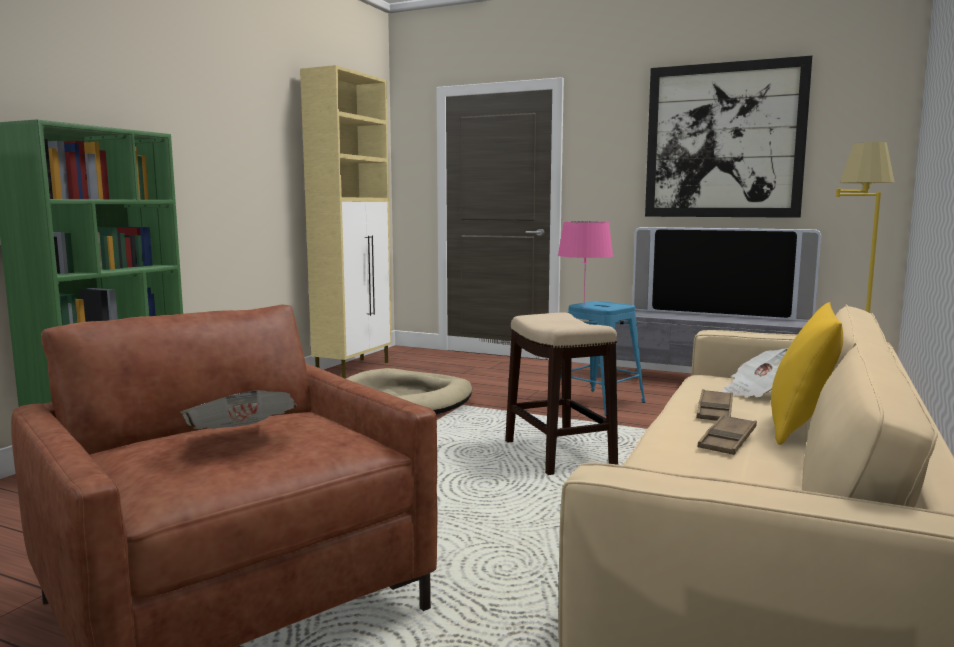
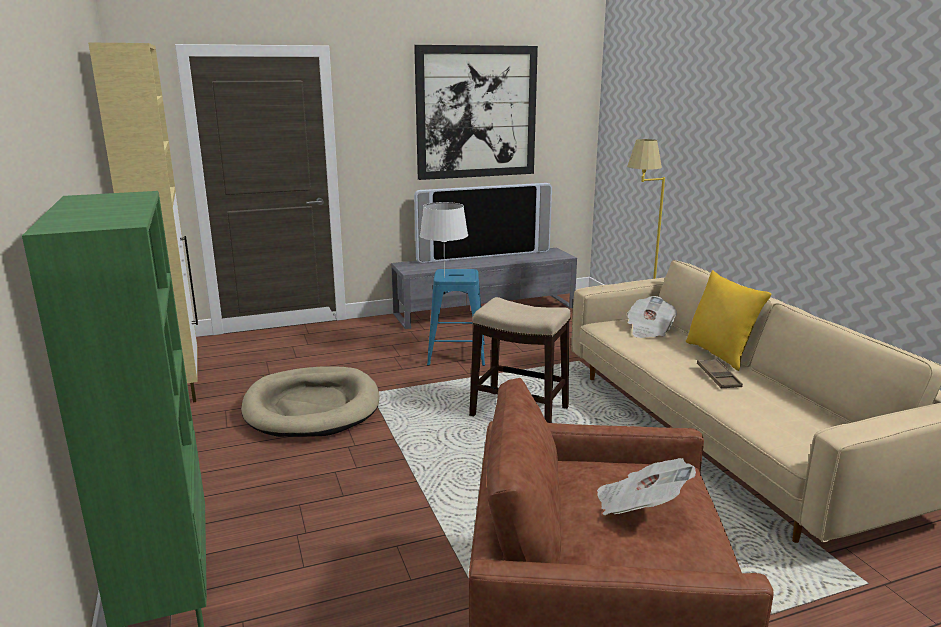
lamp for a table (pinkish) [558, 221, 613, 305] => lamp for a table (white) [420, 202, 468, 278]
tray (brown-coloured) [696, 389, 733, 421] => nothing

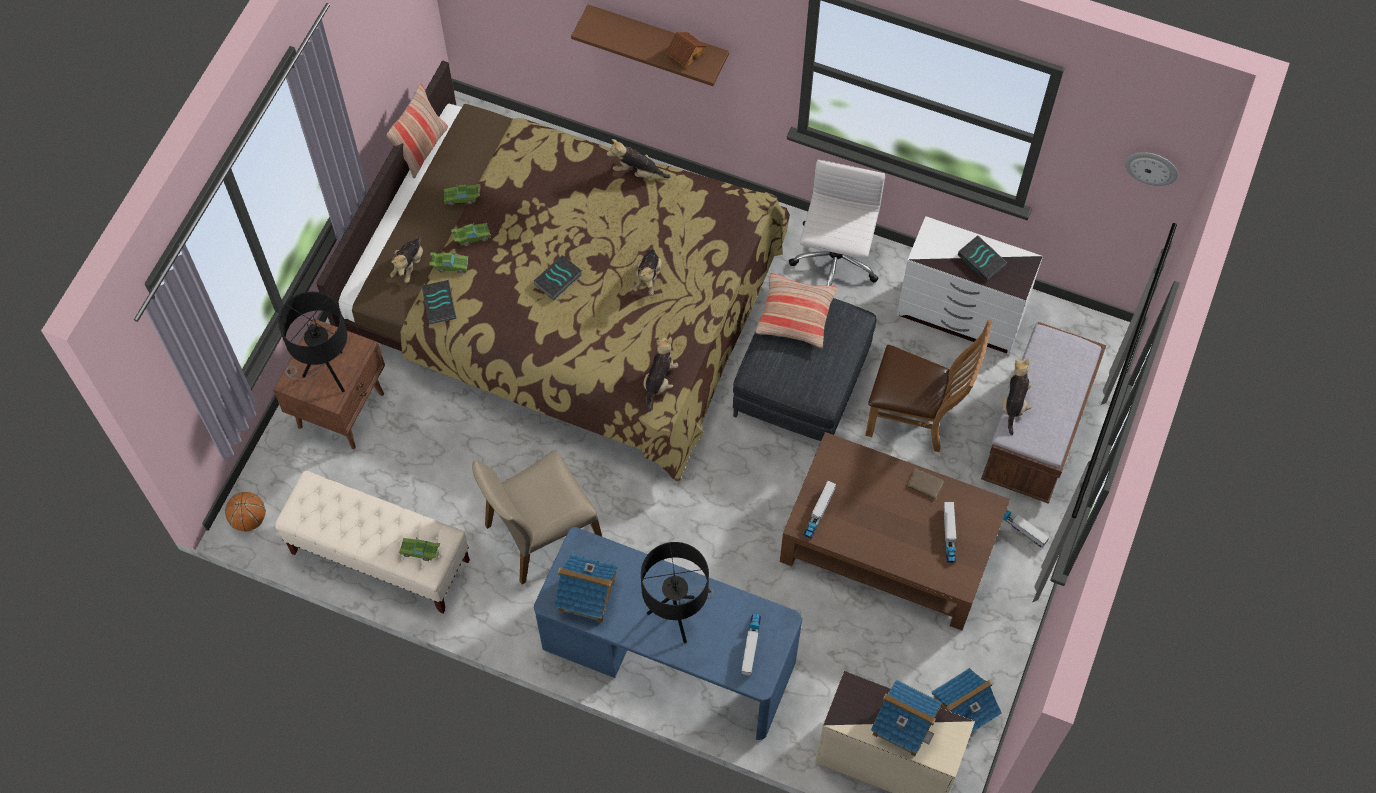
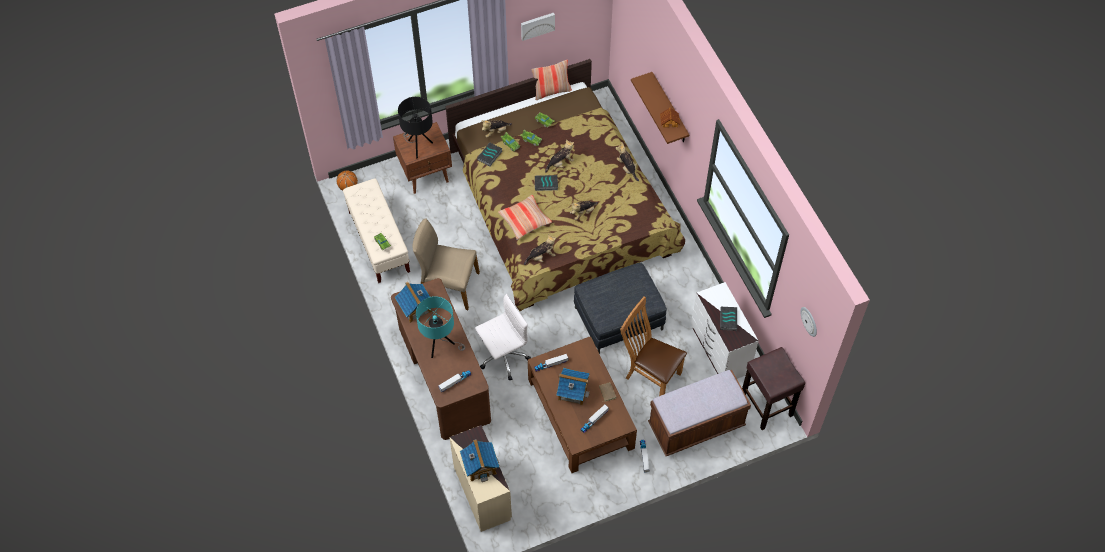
desk table (blue) [534, 527, 802, 740] => desk table (brown-coloured) [391, 278, 491, 440]
lamp for a table (blackish) [641, 542, 714, 643] => lamp for a table (blue-green) [416, 296, 465, 358]
cushion [755, 273, 837, 348] => cushion [498, 195, 552, 240], shifted
office chair (white) [789, 160, 885, 286] => office chair (white) [475, 294, 531, 381], shifted
upright chair (brown-coloured) [865, 319, 992, 452] => upright chair (brown-coloured) [620, 296, 687, 396], 150 degrees clockwise
model house [931, 668, 1002, 733] => model house [557, 368, 590, 405], shifted
soft toy [1002, 358, 1032, 435] => soft toy [545, 139, 574, 173], shifted
nothing => picture [521, 13, 555, 41]
nothing => sitting stool (brown-coloured) [742, 347, 805, 430]

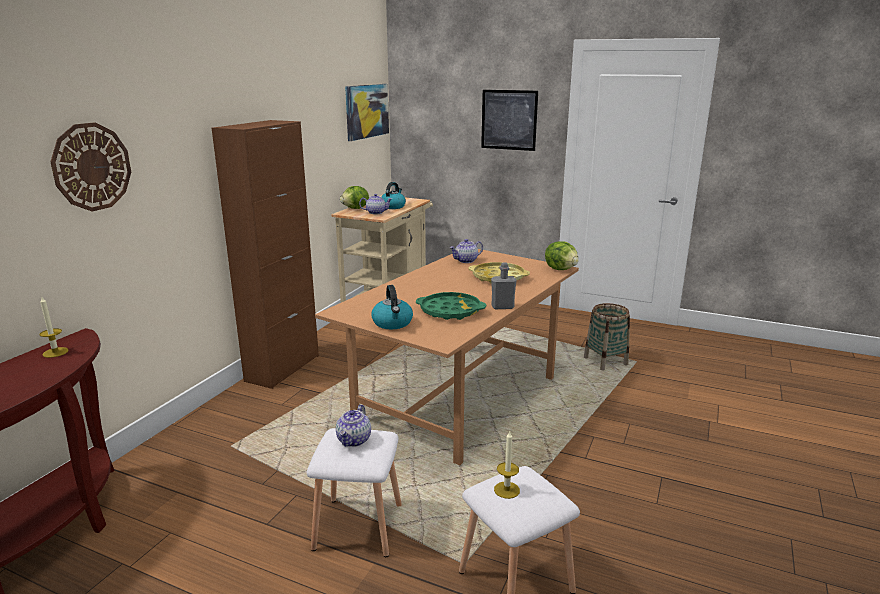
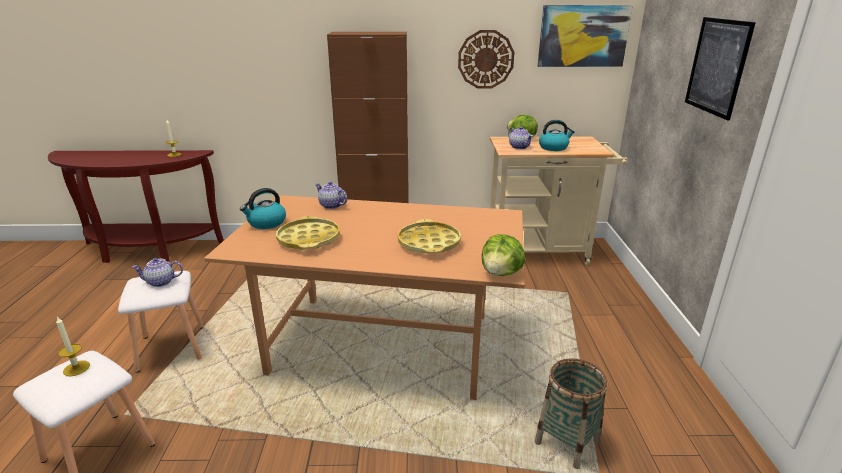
wall clock [50, 122, 131, 212] => wall clock [458, 30, 515, 88], shifted
tray (greenish) [416, 292, 486, 320] => tray (yellow) [276, 216, 340, 250]
tea pot [449, 239, 483, 263] => tea pot [315, 182, 347, 209], shifted
bottle (grey) [491, 262, 517, 309] => nothing

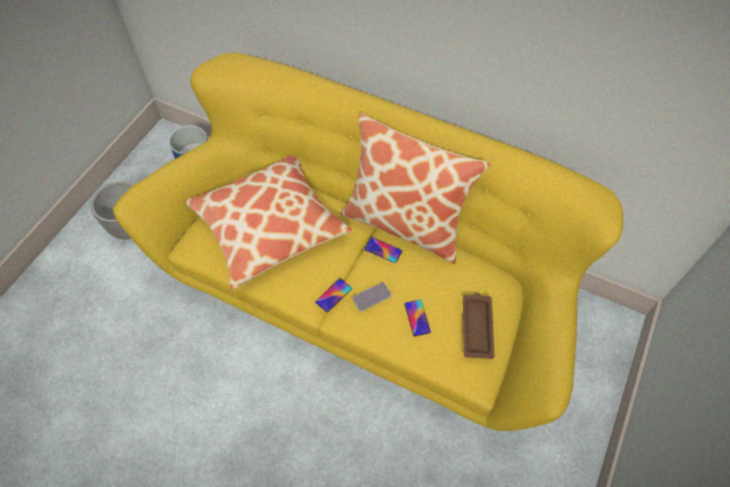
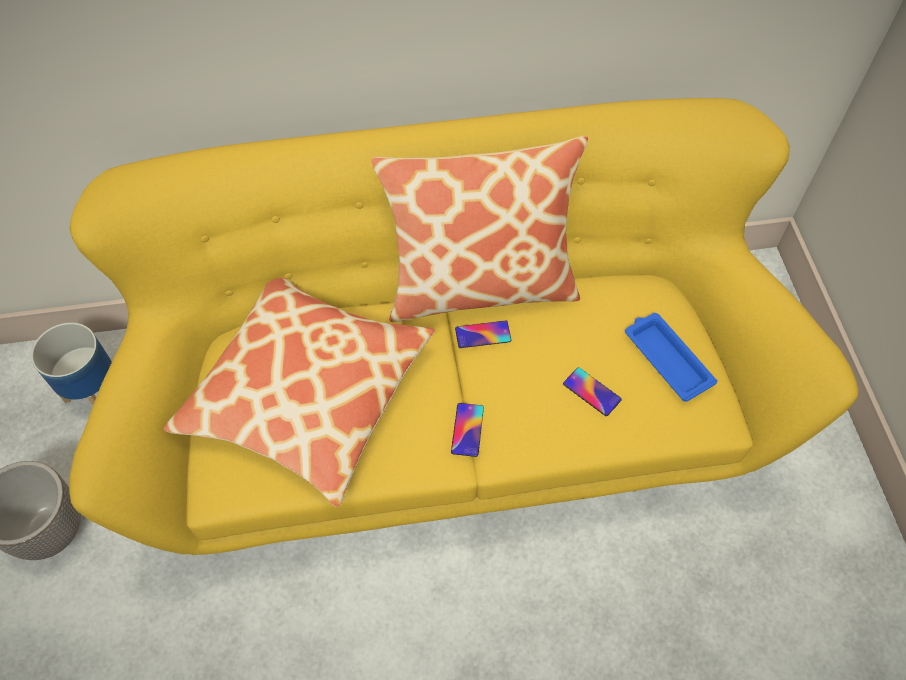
telephone [352, 282, 391, 311] => nothing
tray (brown-coloured) [463, 293, 494, 359] => tray (blue) [625, 313, 717, 402]

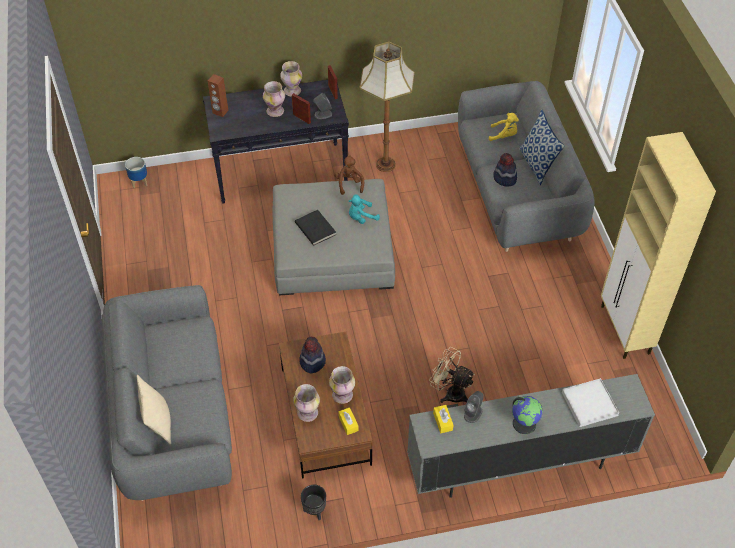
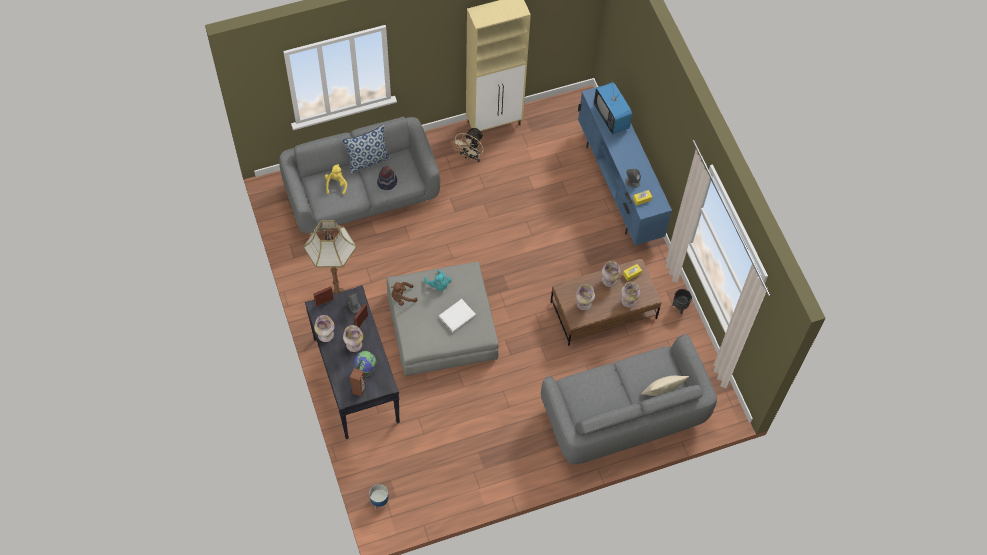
volume (blackish) [295, 210, 336, 246] => volume (white) [439, 299, 476, 332]
hat [299, 337, 326, 373] => decorative vase [576, 284, 595, 310]
tv unit (grey) [407, 374, 655, 498] => tv unit (blue) [578, 86, 672, 245]
fan (beige-coloured) [429, 347, 475, 403] => fan (beige-coloured) [452, 128, 484, 162], shifted
desk globe [512, 396, 543, 434] => desk globe [354, 351, 376, 377], shifted
tray (white) [562, 378, 619, 427] => TV set [594, 82, 632, 134]

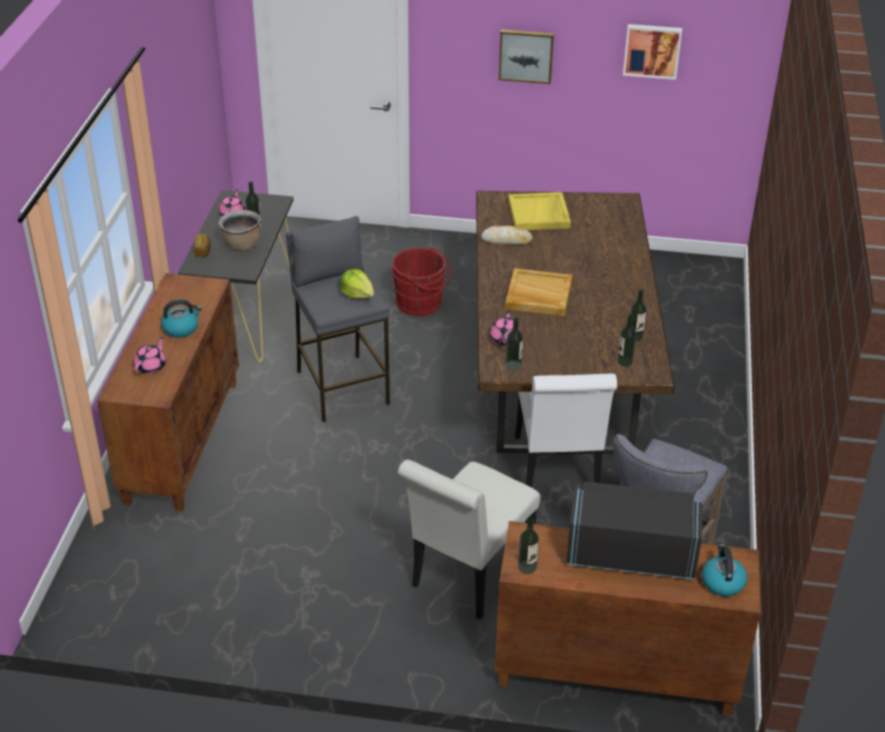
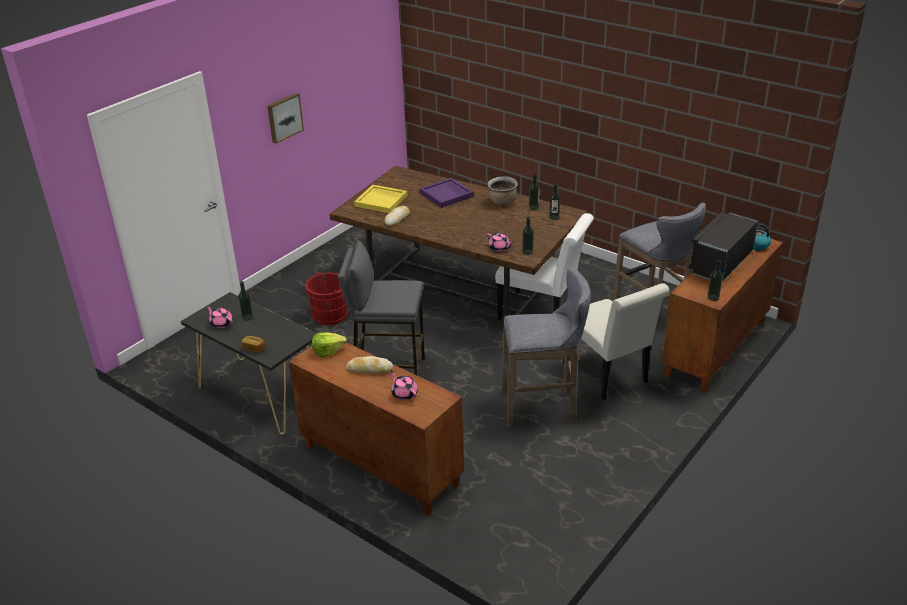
kettle [161, 300, 202, 338] => baked bread [347, 356, 393, 374]
cooking pot (brown-coloured) [219, 210, 261, 251] => cooking pot (brown-coloured) [488, 176, 518, 206], shifted
lettuce head [340, 269, 374, 298] => lettuce head [312, 332, 347, 357], shifted
tray (beige-coloured) [505, 268, 572, 316] => nothing
picture [623, 24, 682, 80] => nothing
nothing => tray (purple-coloured) [419, 178, 474, 208]
nothing => sitting stool (grey) [502, 268, 591, 427]

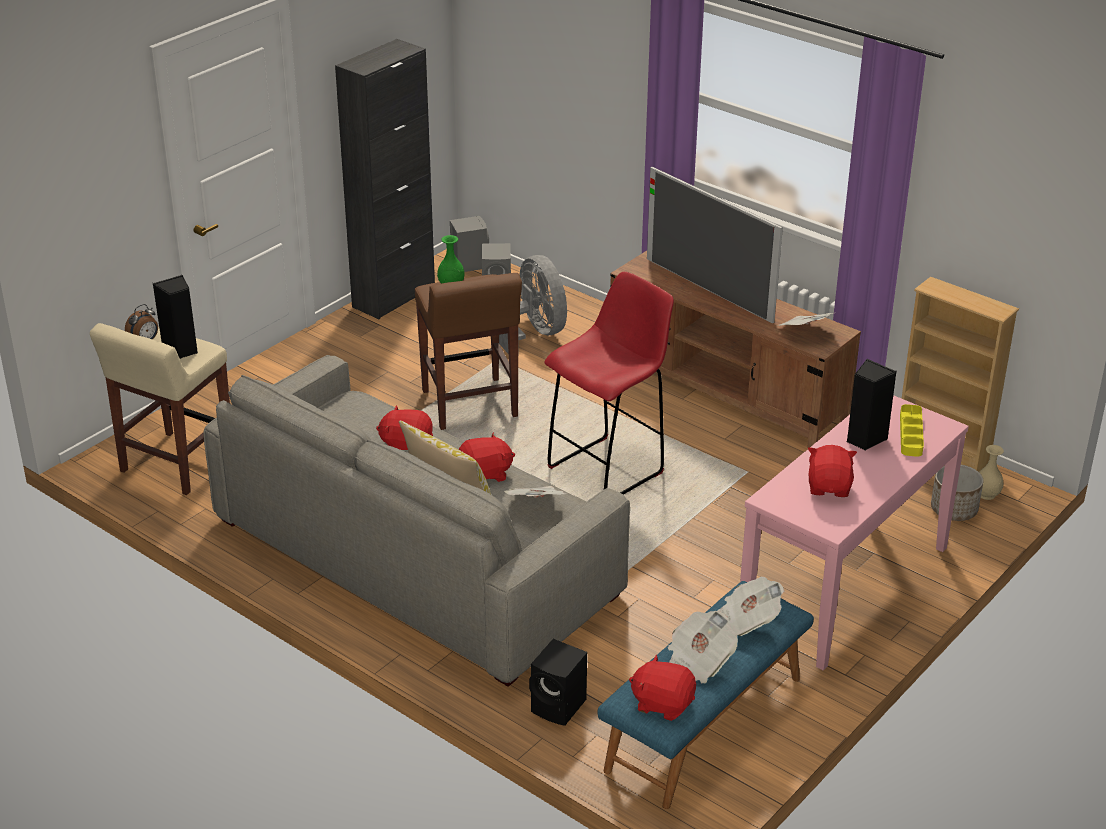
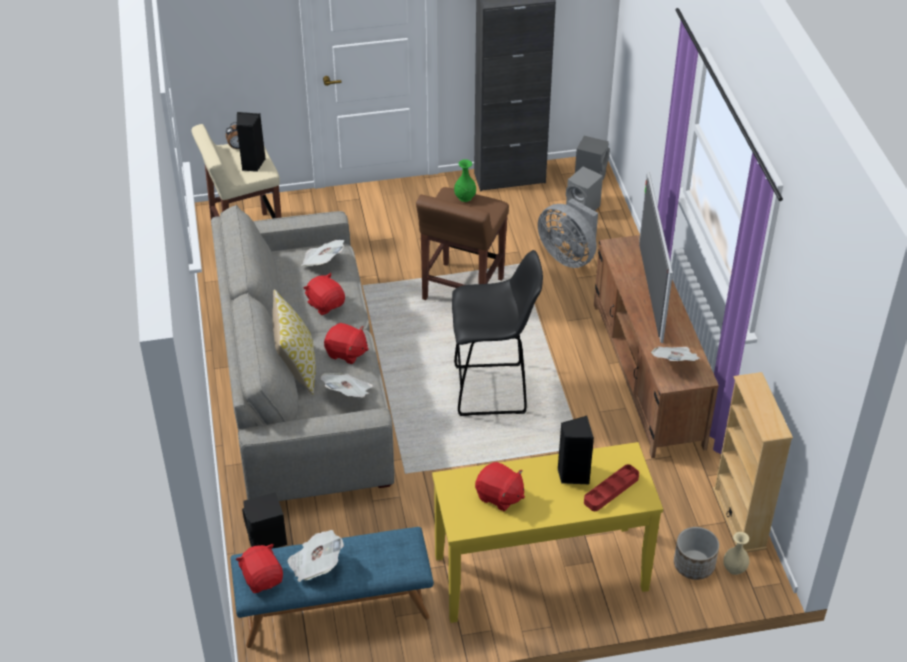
fan (grey) [499, 255, 567, 356] => fan (grey) [538, 199, 598, 268], 120 degrees clockwise
sitting stool (reddish) [545, 272, 674, 495] => sitting stool (blackish) [452, 250, 543, 416]
daily paper [717, 577, 785, 636] => daily paper [301, 240, 345, 266], shifted
hall table (pinkish) [740, 395, 969, 670] => hall table (yellow) [432, 442, 663, 623]
soft toy (reddish) [808, 445, 857, 497] => soft toy (reddish) [475, 462, 525, 511], 75 degrees clockwise
tray (yellow) [900, 404, 924, 457] => tray (reddish) [584, 464, 639, 511]

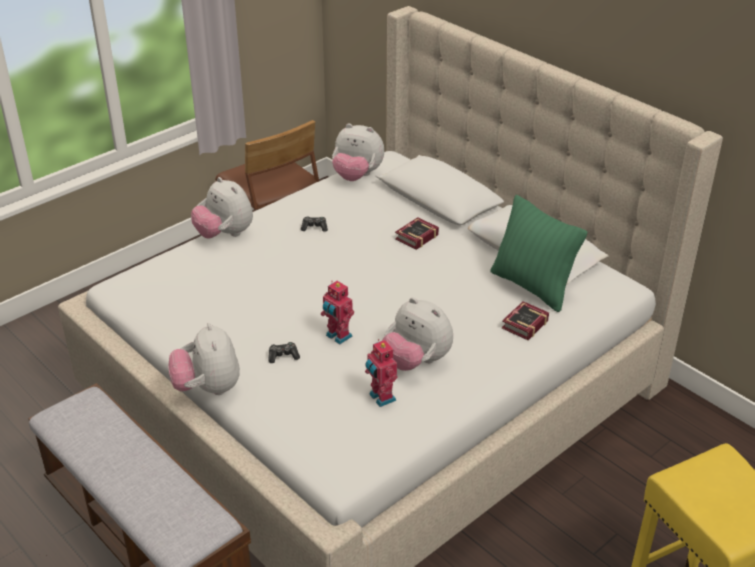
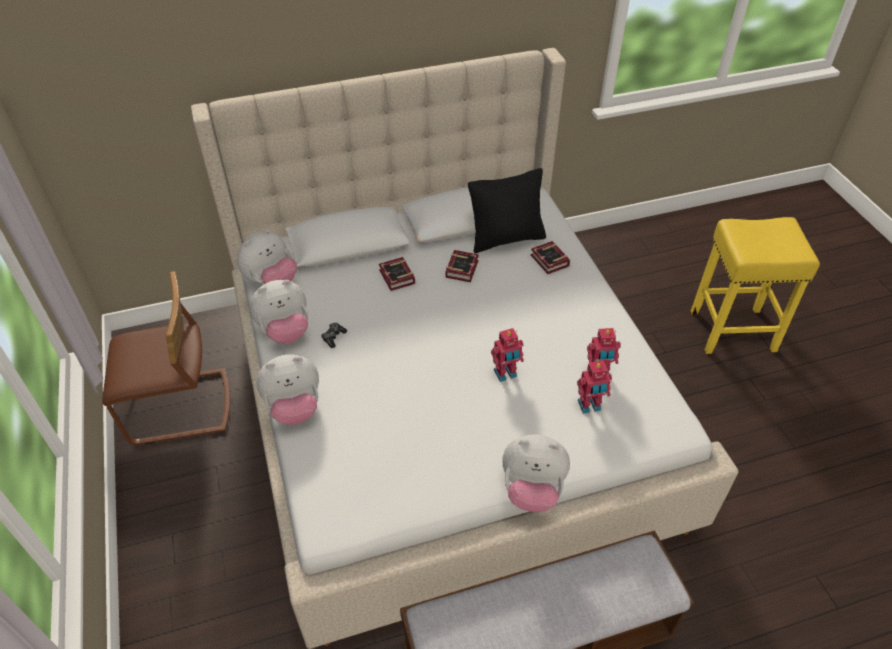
joypad [268, 342, 300, 363] => nothing
soft toy [382, 298, 453, 371] => soft toy [250, 280, 308, 344], shifted
cushion (greenish) [490, 195, 587, 312] => cushion (blackish) [468, 168, 546, 253]
nothing => volume [446, 250, 479, 282]
nothing => toy robot [577, 361, 612, 414]

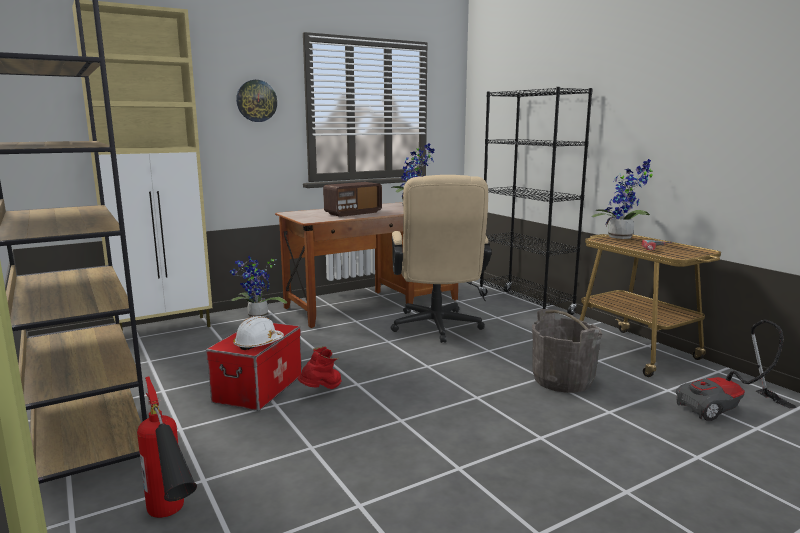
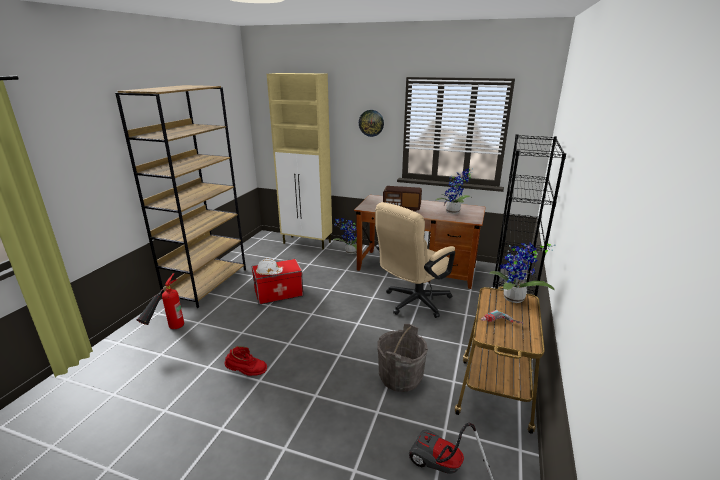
high-top boot (reddish) [298, 346, 342, 389] => high-top boot (reddish) [224, 346, 267, 376], shifted

